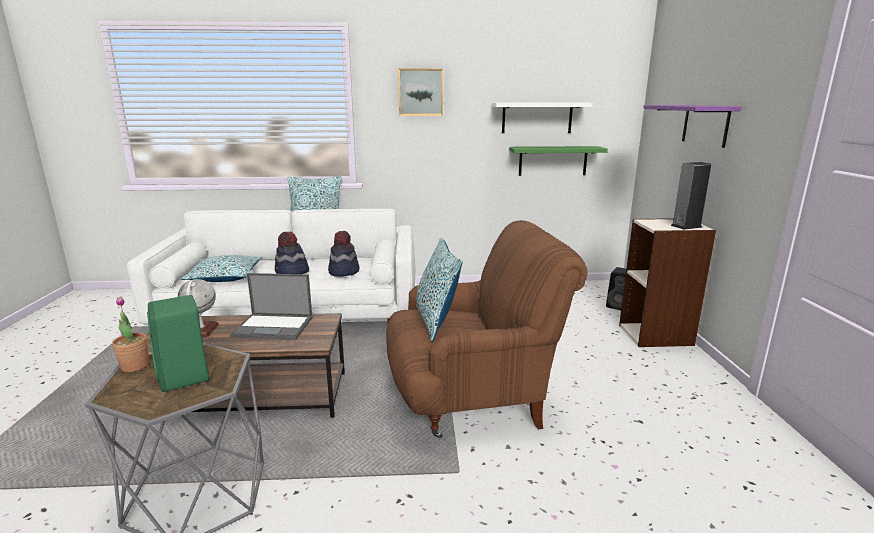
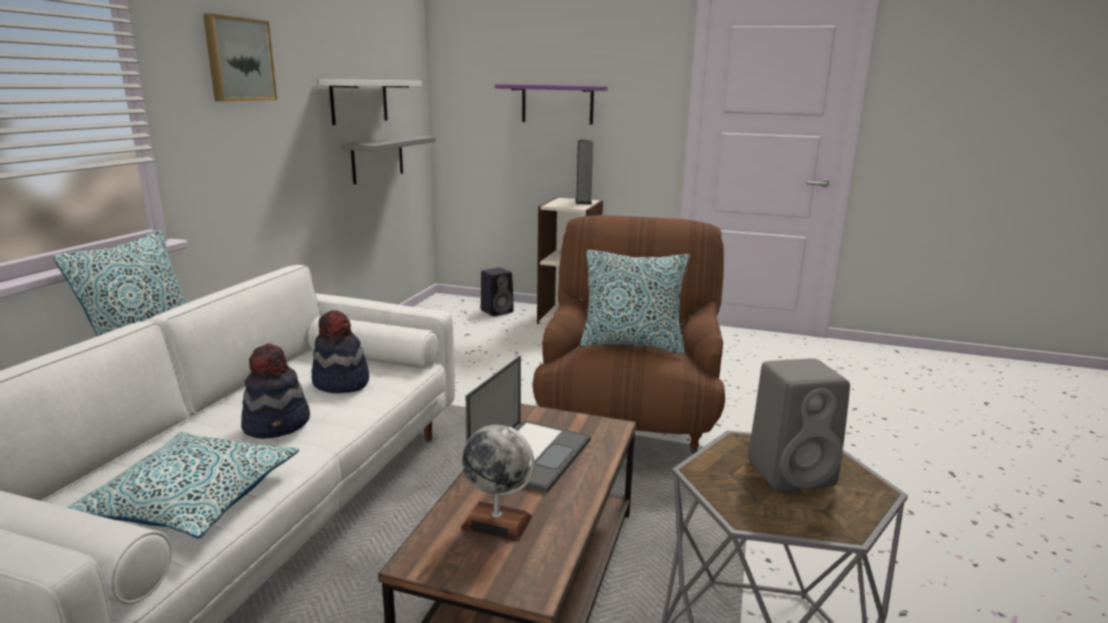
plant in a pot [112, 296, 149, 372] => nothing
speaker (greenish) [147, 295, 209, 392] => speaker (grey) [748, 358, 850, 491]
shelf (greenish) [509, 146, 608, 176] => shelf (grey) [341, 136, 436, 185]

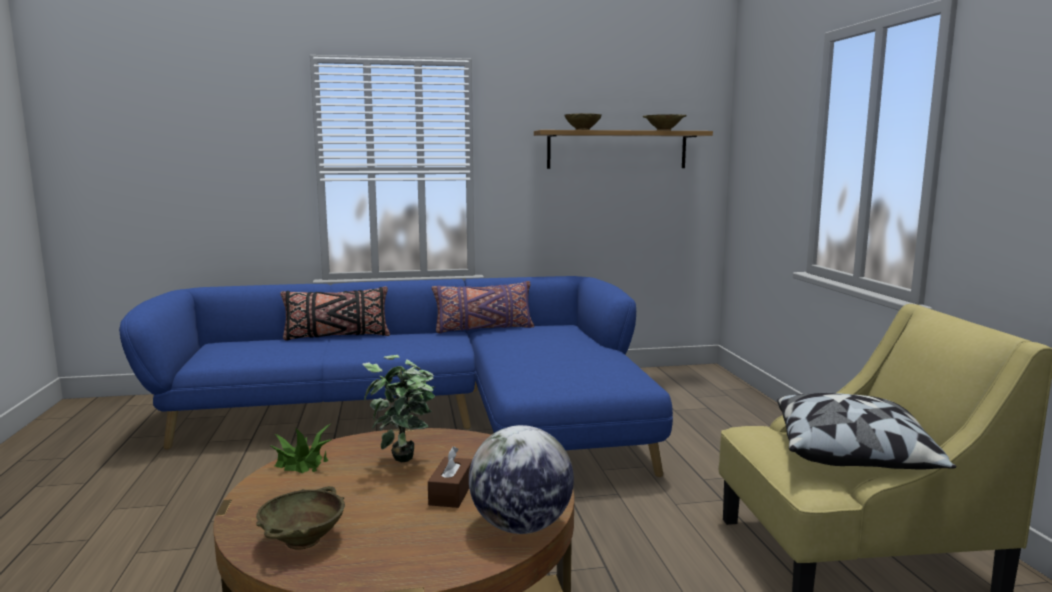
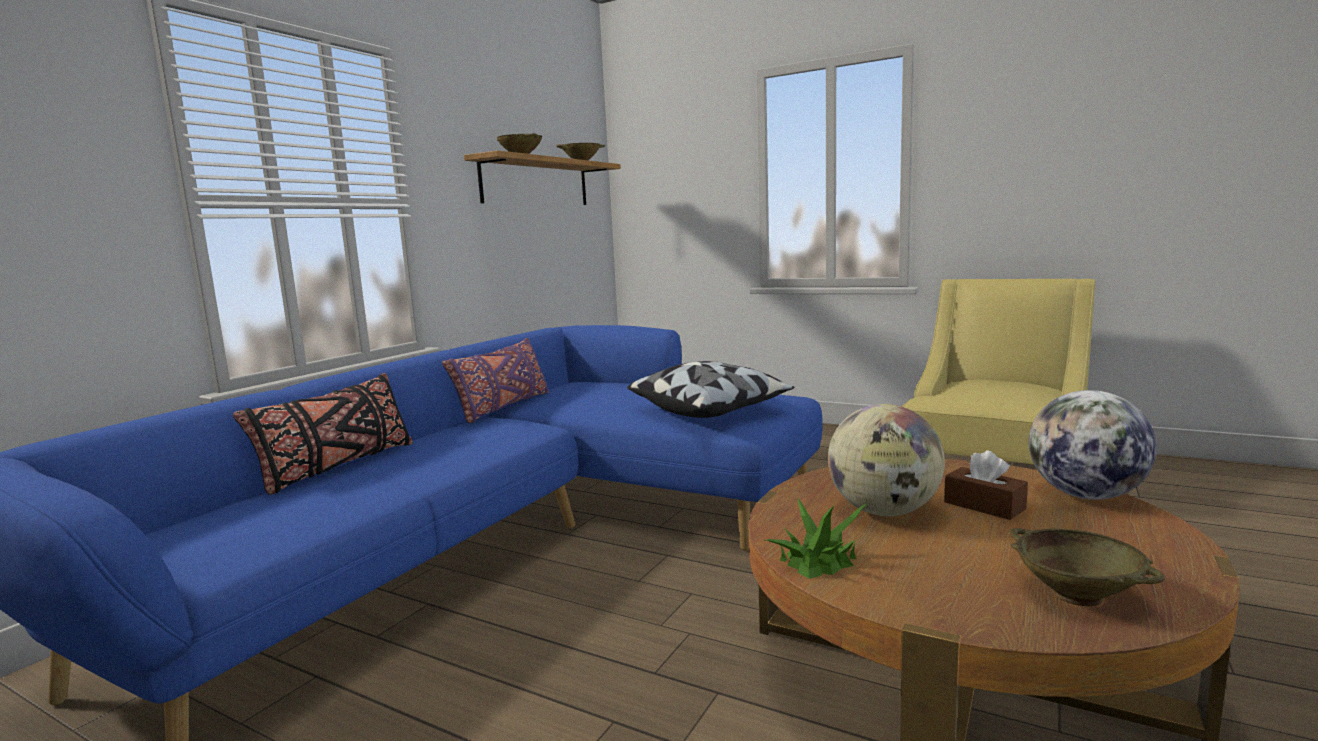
plant in a pot [362, 355, 435, 462] => desk globe [828, 404, 945, 516]
cushion [777, 393, 957, 470] => cushion [627, 361, 794, 418], shifted

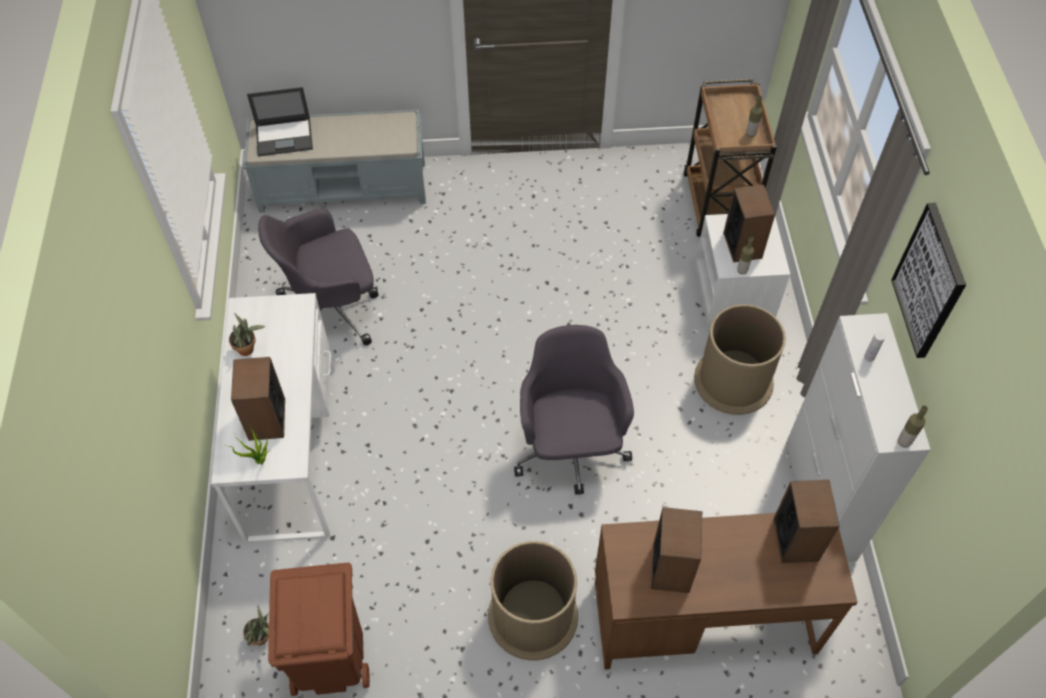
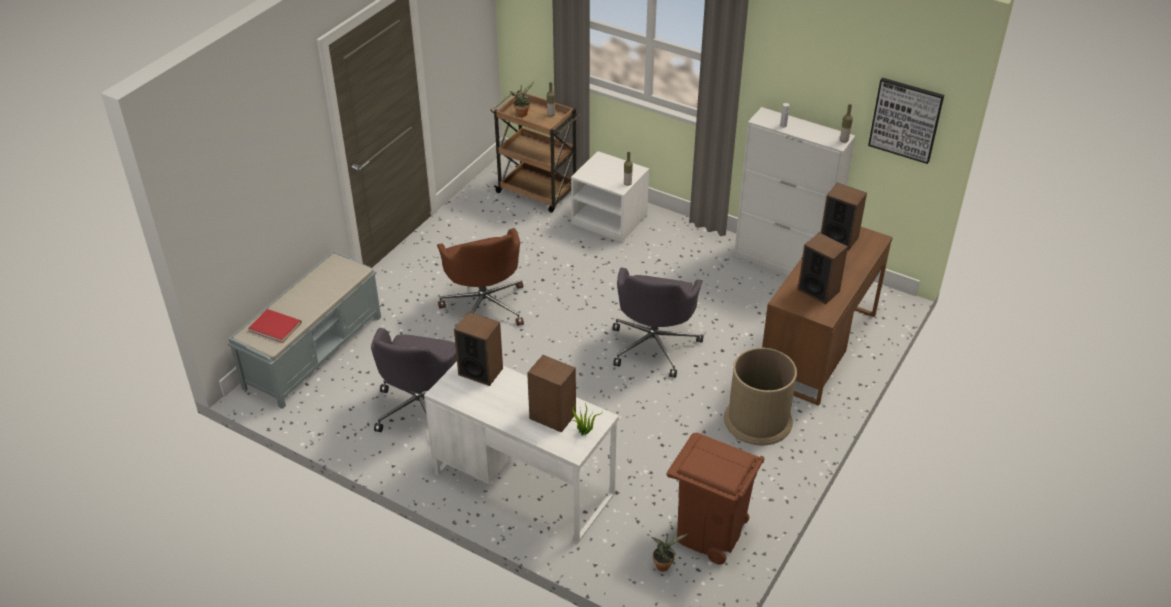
plant in a pot [229, 313, 265, 356] => plant in a pot [509, 81, 535, 117], shifted
laptop [247, 87, 313, 156] => volume (reddish) [249, 309, 302, 343]
office chair (grey) [514, 325, 634, 495] => office chair (grey) [612, 267, 704, 378], 105 degrees counterclockwise
trash can (brown-coloured) [694, 304, 786, 415] => nothing
speaker [723, 185, 775, 262] => speaker [454, 312, 503, 386], shifted
picture [891, 203, 966, 358] => picture [868, 78, 944, 164], shifted
nothing => office chair (brown-coloured) [437, 228, 524, 326]

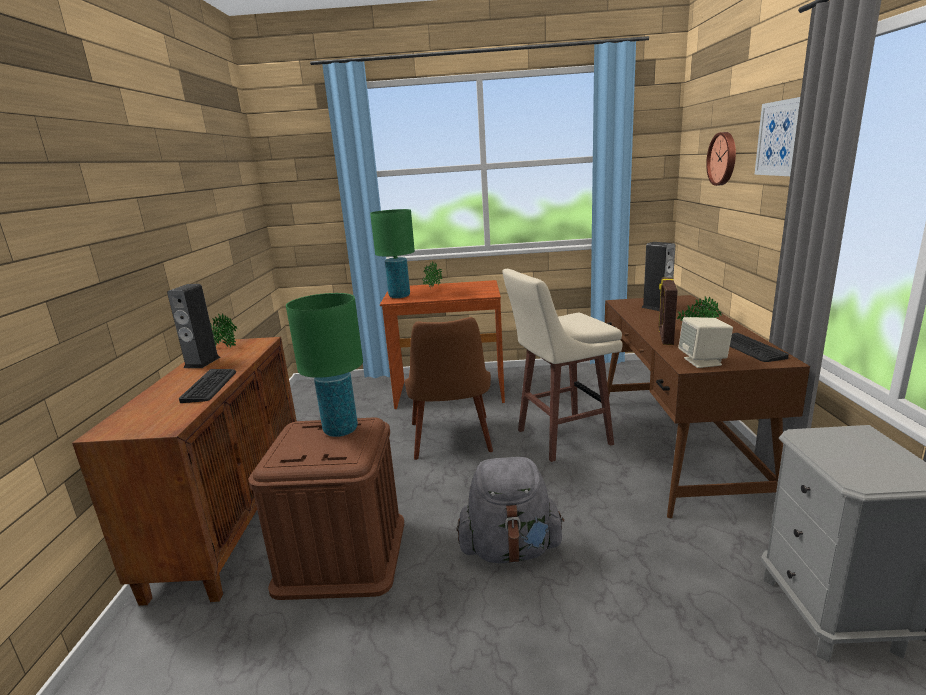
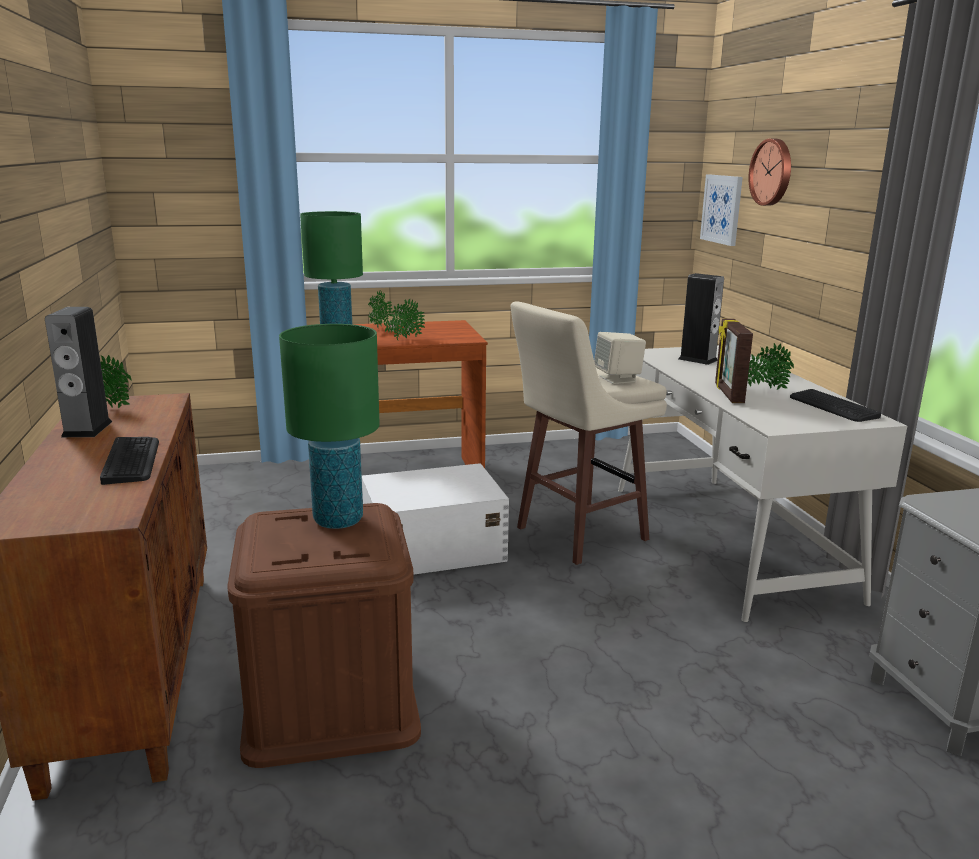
upright chair (brown-coloured) [405, 317, 493, 460] => storage container (white) [362, 463, 509, 575]
rucksack (grey) [457, 457, 565, 563] => nothing
desk table (brown-coloured) [605, 295, 810, 518] => desk table (white) [618, 345, 907, 622]
speaker (beige-coloured) [678, 317, 733, 368] => speaker (beige-coloured) [594, 332, 646, 384], shifted
picture [754, 97, 800, 176] => picture [700, 175, 743, 246], shifted
nothing => plant in a pot [384, 299, 425, 340]

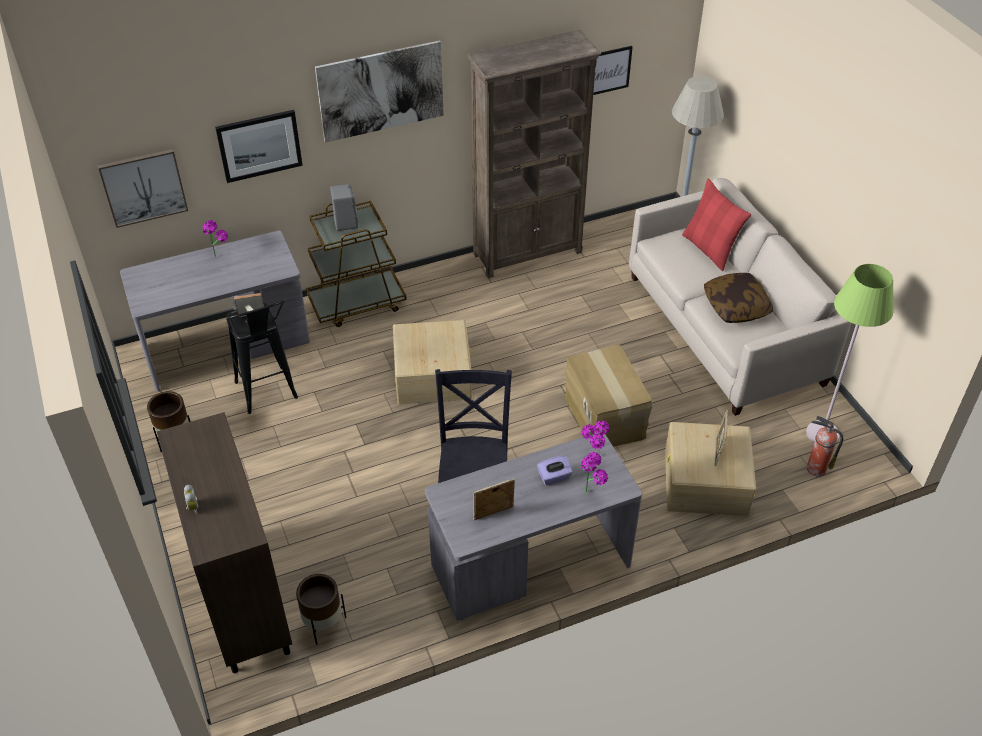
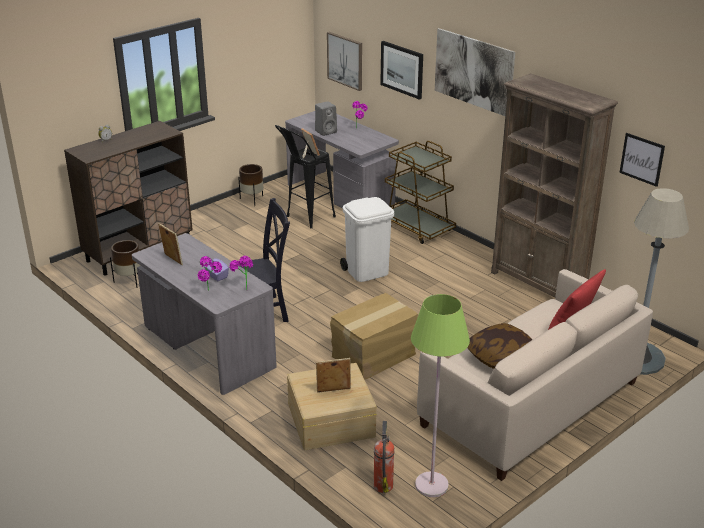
speaker (grey) [330, 184, 358, 231] => speaker (grey) [315, 101, 337, 136], shifted
storage container (beige-coloured) [393, 320, 472, 404] => trash can (white) [340, 197, 394, 282]

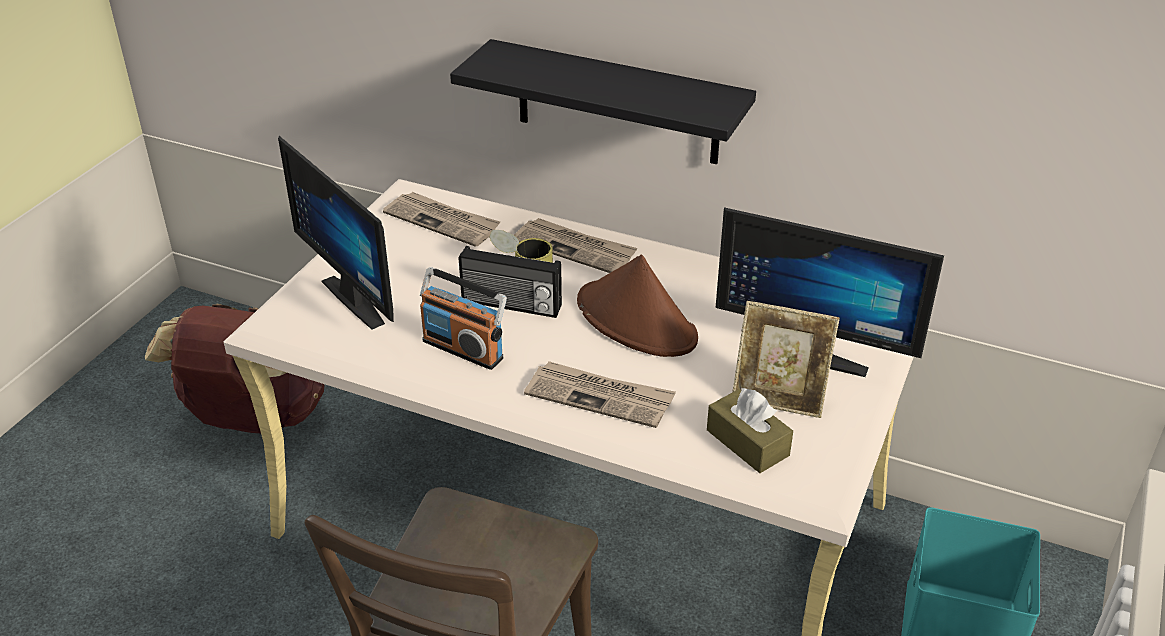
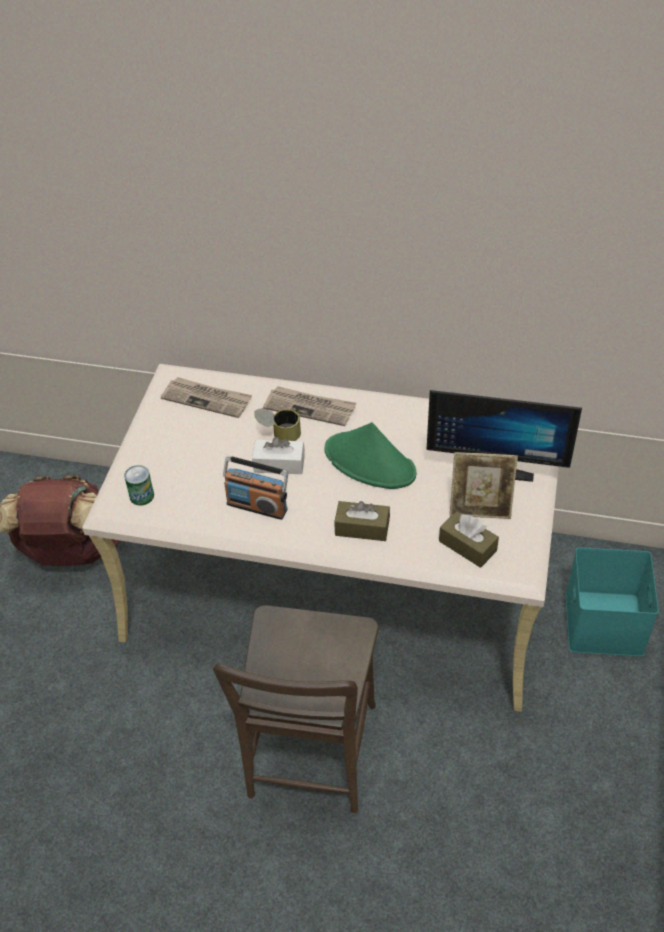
computer display [278, 136, 394, 330] => nothing
shelf (blackish) [450, 39, 756, 164] => nothing
radio set [459, 246, 562, 318] => tissue box (white) [252, 437, 305, 474]
daily paper [524, 361, 676, 428] => tissue box (brown-coloured) [334, 501, 390, 541]
hat (brown-coloured) [577, 255, 698, 357] => hat (greenish) [325, 422, 416, 489]
nothing => sealed can [124, 465, 154, 506]

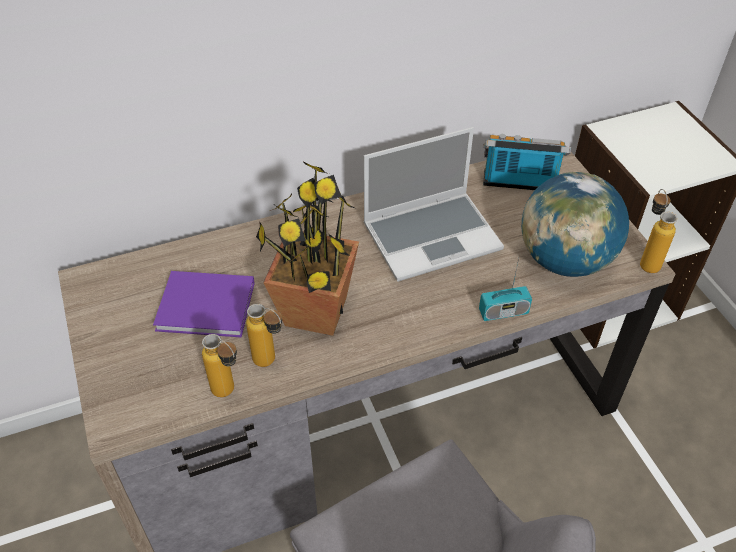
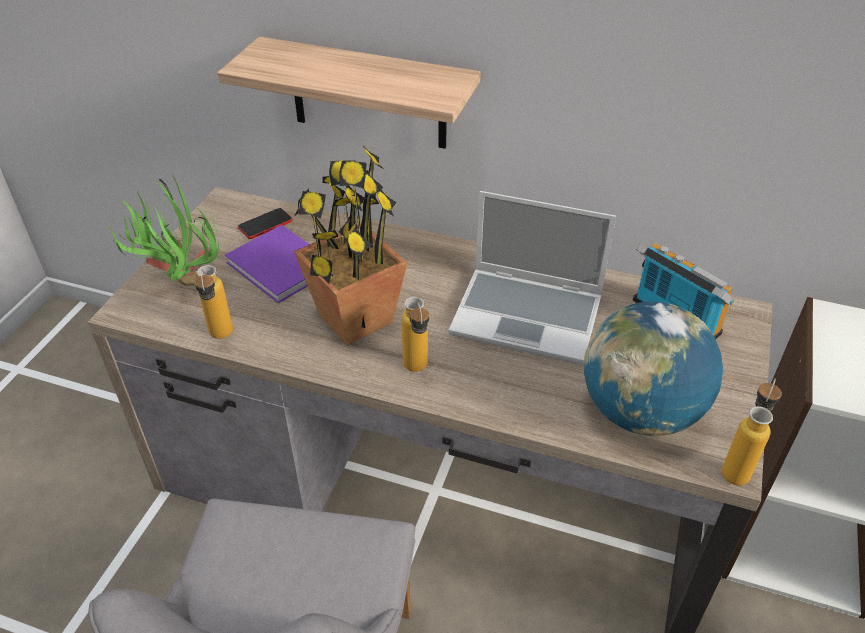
bottle [246, 304, 282, 367] => bottle [401, 297, 429, 372], shifted
radio set [479, 258, 532, 321] => nothing
nothing => plant in a pot [109, 174, 219, 286]
nothing => shelf [217, 37, 481, 149]
nothing => telephone [238, 208, 292, 239]

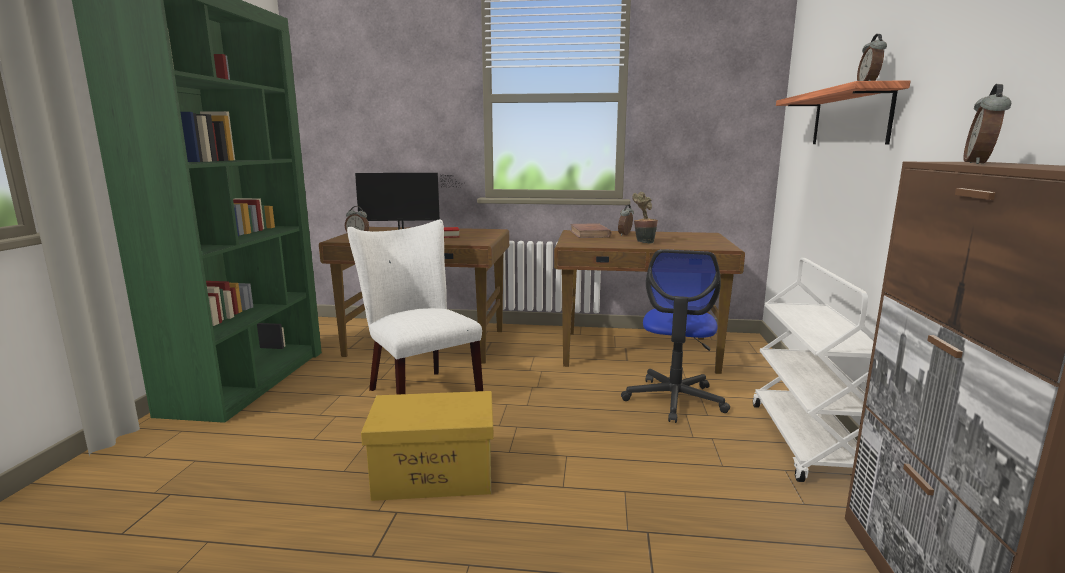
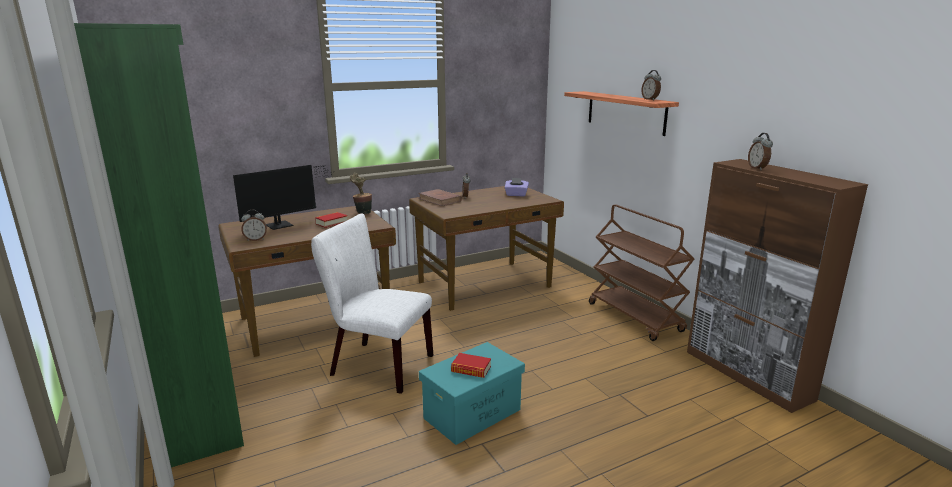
storage container (yellow) [361, 391, 494, 501] => storage container (blue-green) [419, 342, 525, 445]
office chair [621, 249, 730, 423] => nothing
plant in a pot [632, 192, 658, 244] => plant in a pot [350, 173, 372, 214], shifted
cart (white) [753, 258, 874, 482] => cart (brown-coloured) [589, 205, 694, 341]
nothing => volume [451, 353, 491, 378]
nothing => tissue box (purple-coloured) [504, 178, 529, 196]

